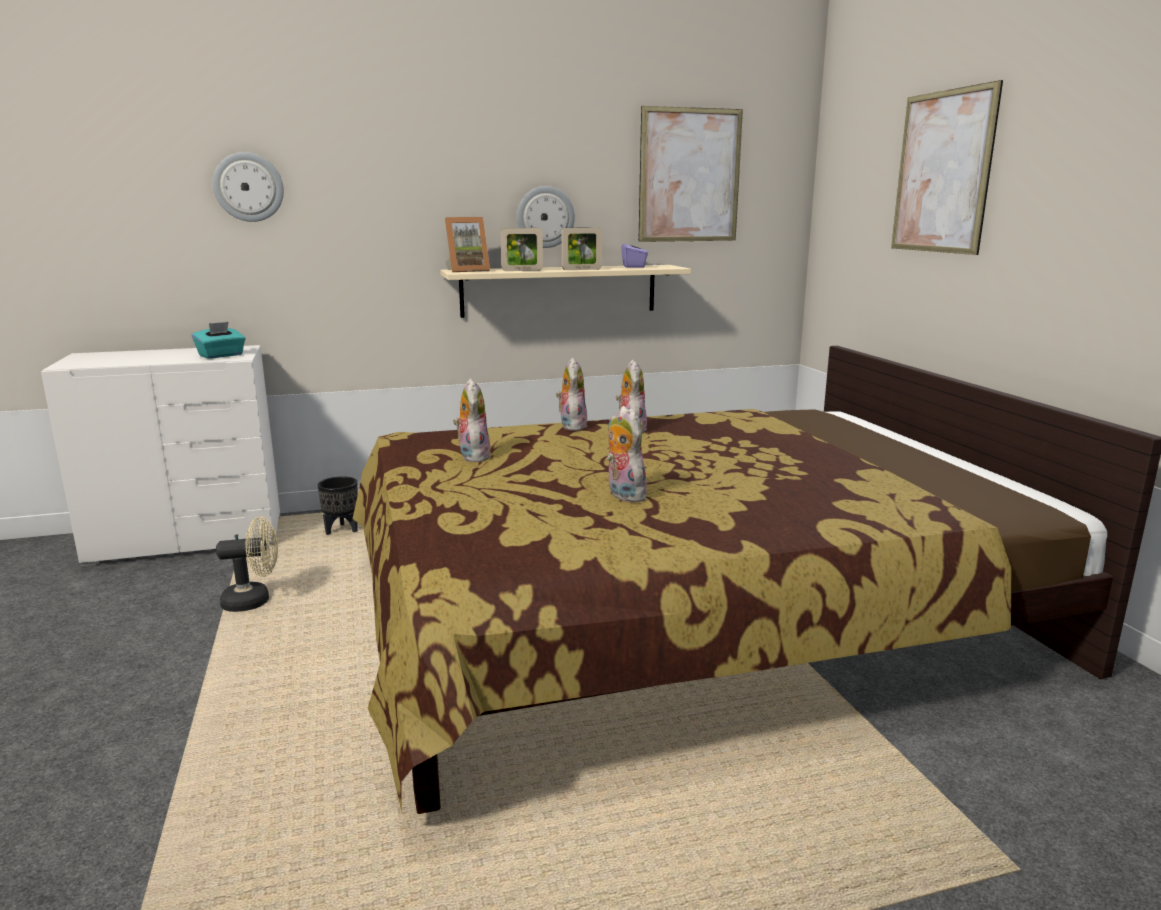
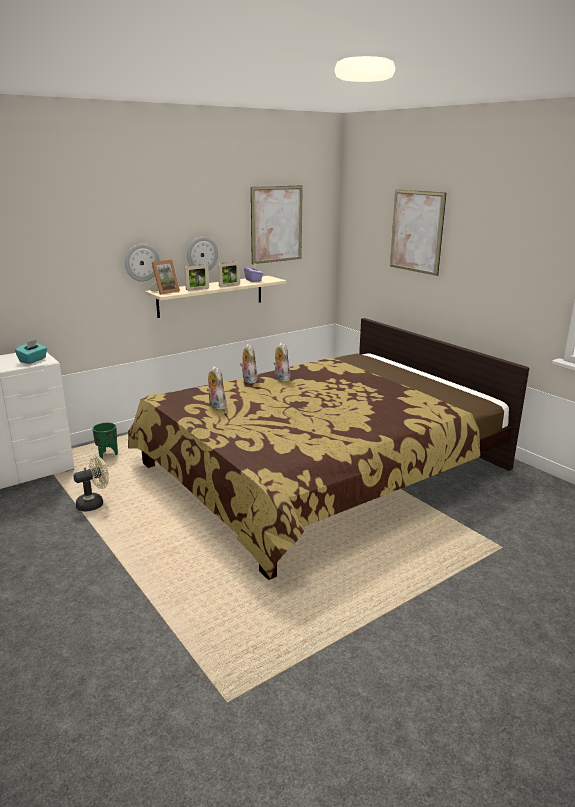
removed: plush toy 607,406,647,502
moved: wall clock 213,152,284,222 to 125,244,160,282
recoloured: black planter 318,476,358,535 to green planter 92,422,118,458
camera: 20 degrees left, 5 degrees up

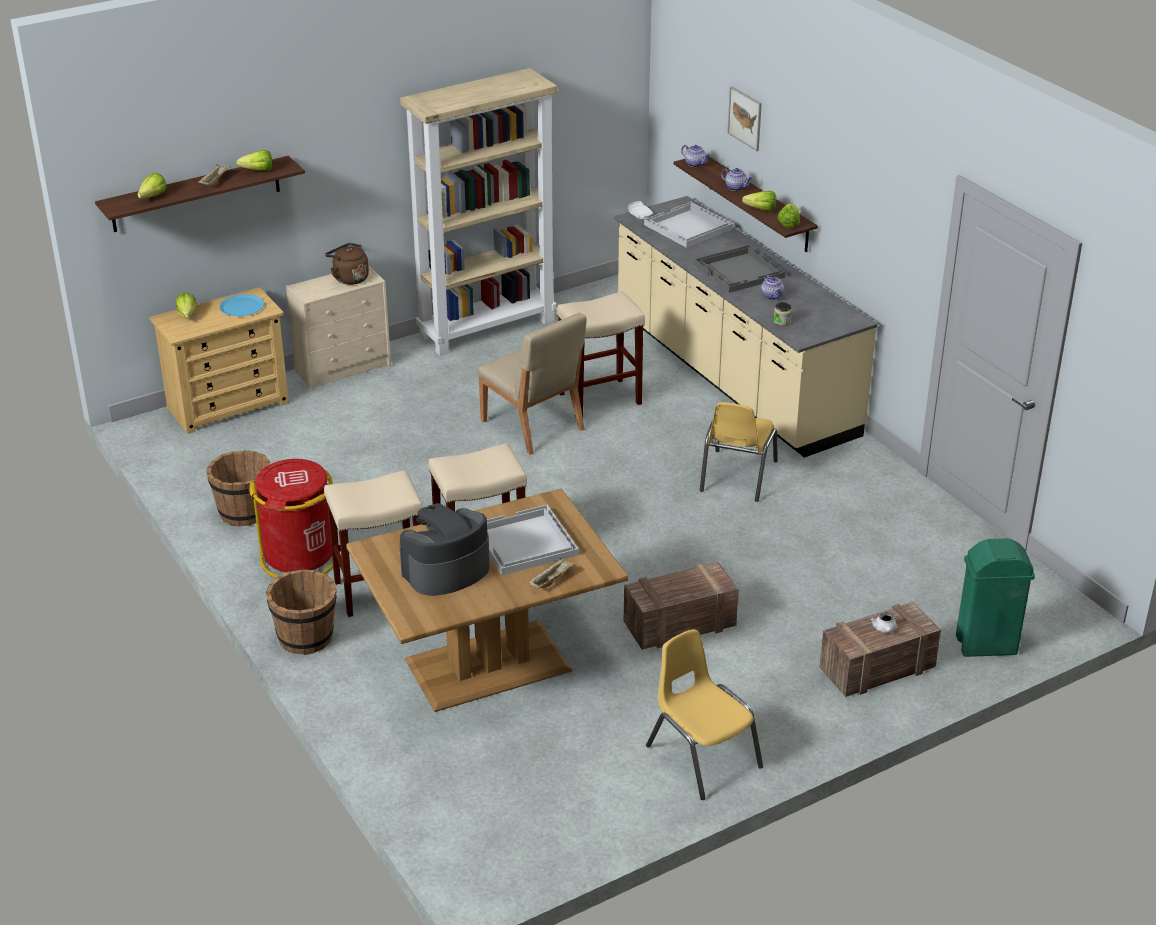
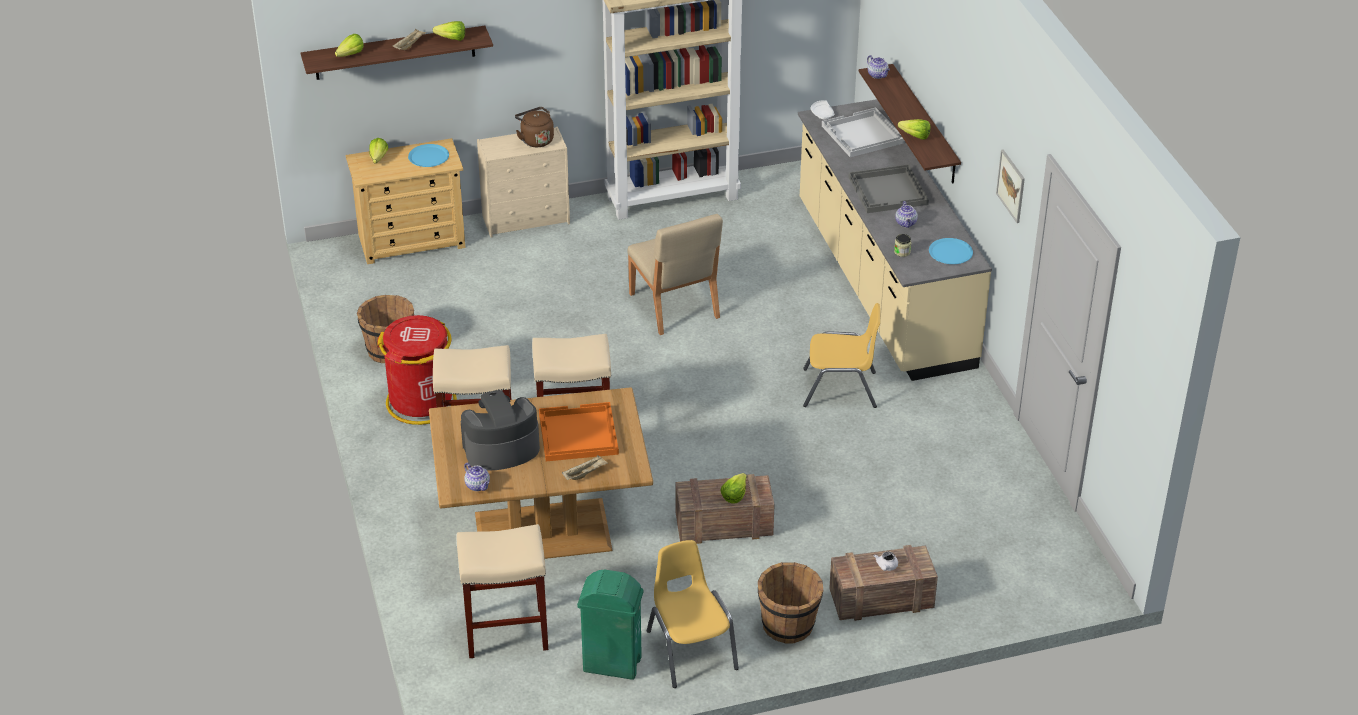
added: blue plate 929,238,973,264
moved: brown bucket 266,569,337,655 to 758,562,824,644; beige stool 557,291,645,417 to 457,524,548,658; teapot 721,168,752,191 to 464,462,490,491; picture 727,86,762,151 to 996,149,1025,223; lettuce 777,204,800,228 to 720,473,747,504; green trash can 956,538,1035,657 to 577,570,643,680
recoloured: white tray 487,505,579,575 to orange tray 539,402,619,461
turned: yellow chair 700,402,778,502 = 803,303,880,408 120 degrees counterclockwise
camera: 15 degrees right, 5 degrees up

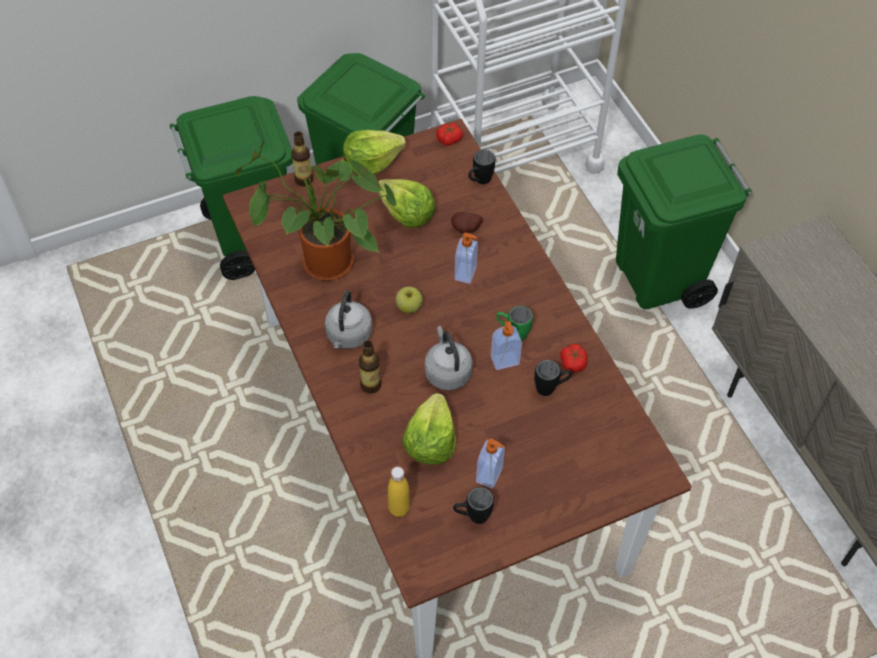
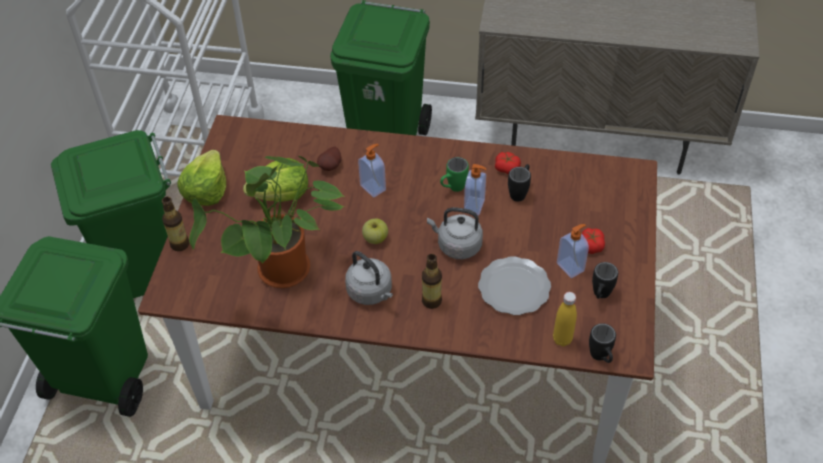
moved: tomato 436,123,463,146 to 581,228,605,254; black mug 468,149,495,184 to 589,323,616,363
replaced: lettuce 402,393,456,465 to plate 478,256,551,315
camera: 55 degrees left, 5 degrees down

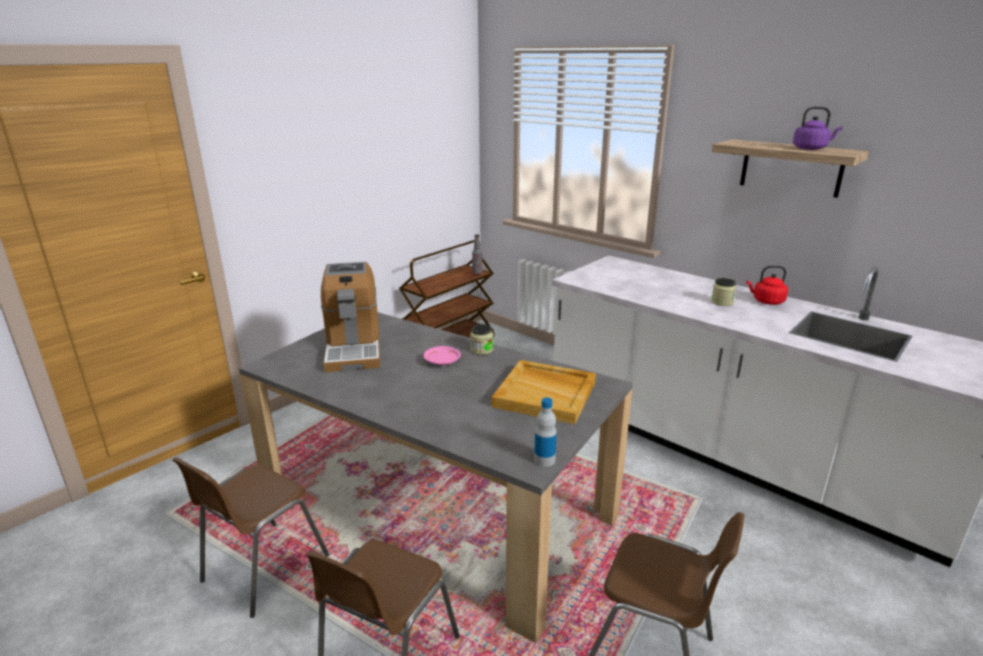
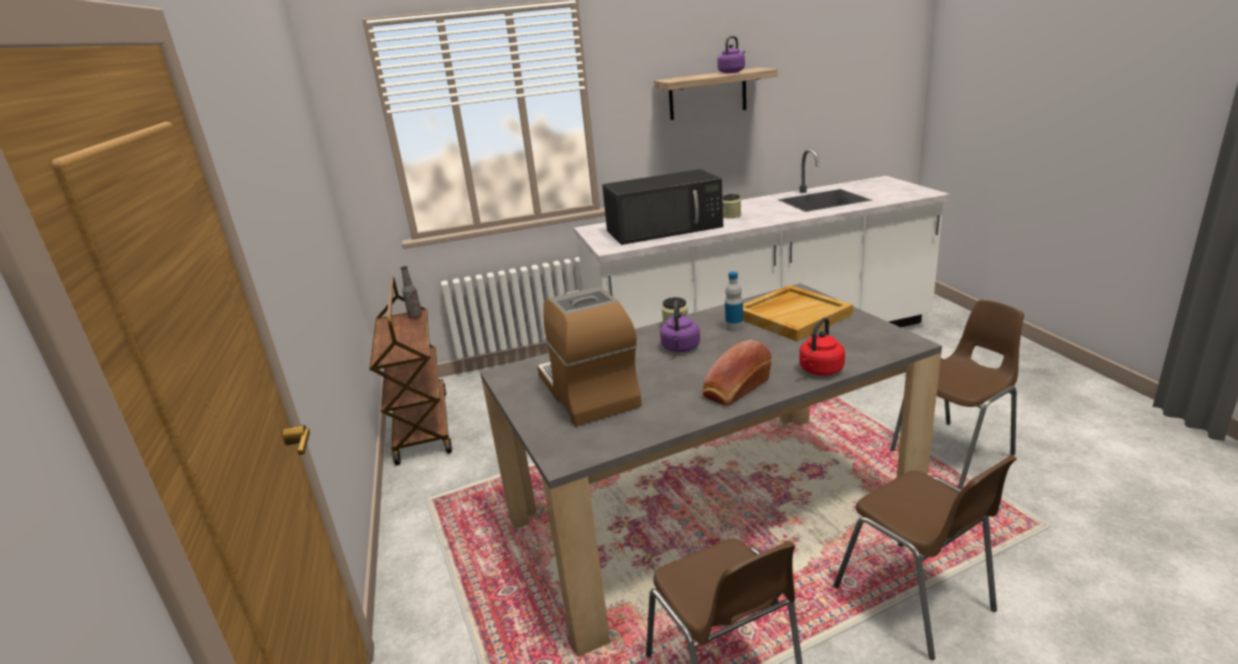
added: black microwave 602,169,723,245; bread 702,339,772,406
moved: bottle 534,397,557,467 to 725,272,743,332; red kettle 746,265,788,305 to 799,317,845,376
replaced: pink plate 424,346,461,365 to purple kettle 660,300,700,352
turned: coffee machine 321,262,380,372 = 537,286,642,426 135 degrees counterclockwise
camera: 55 degrees left, 0 degrees up

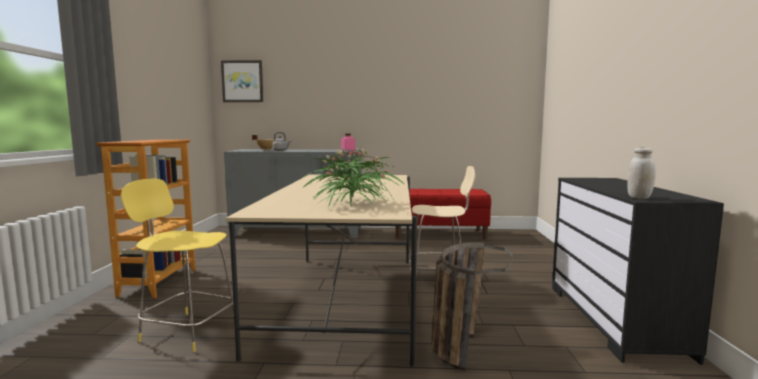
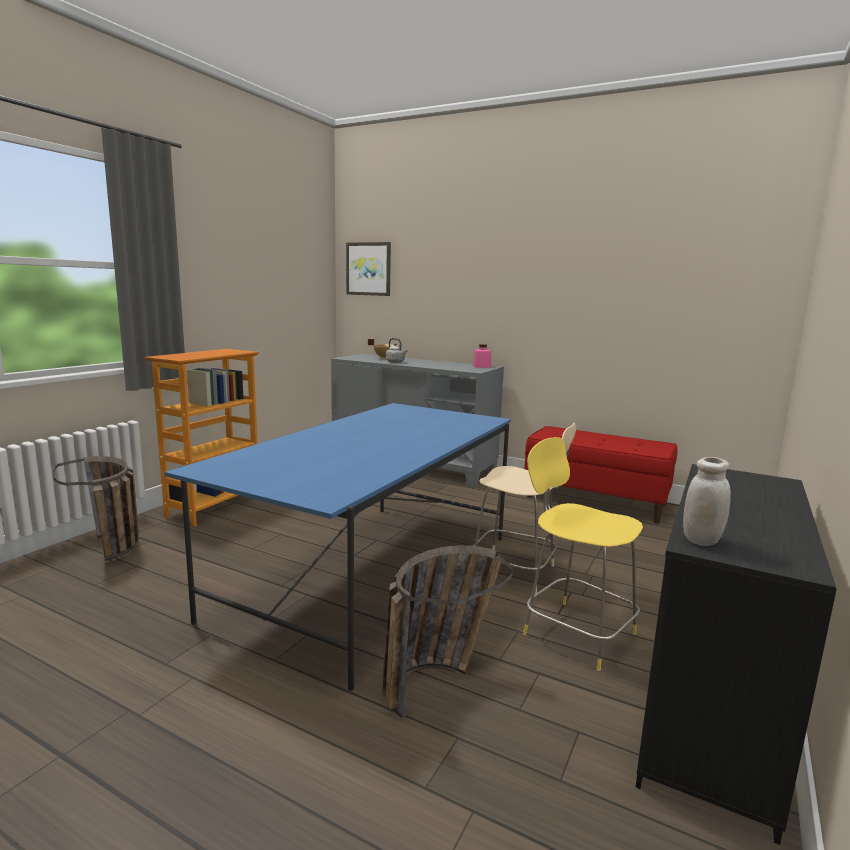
removed: potted plant 304,148,405,208
added: basket 54,456,139,561
moved: yellow stool 121,178,234,352 to 523,437,643,671
recoloured: beige dining table 225,174,417,366 to blue dining table 165,403,511,691
camera: 25 degrees right, 5 degrees up

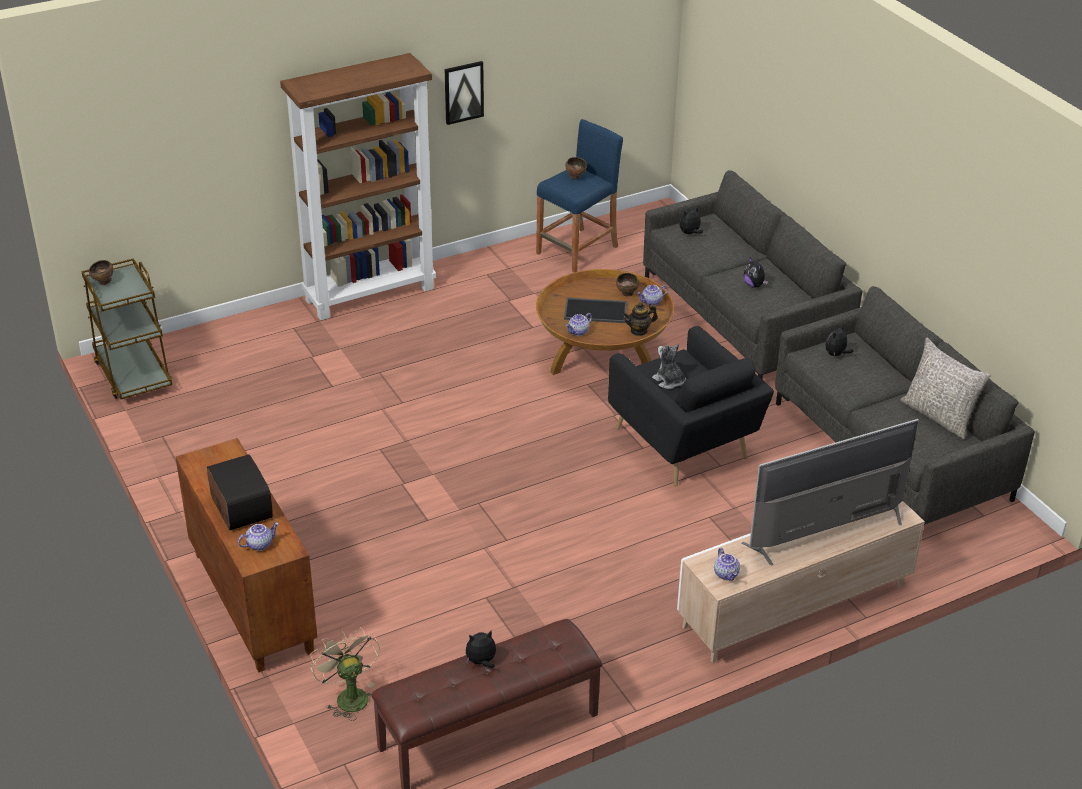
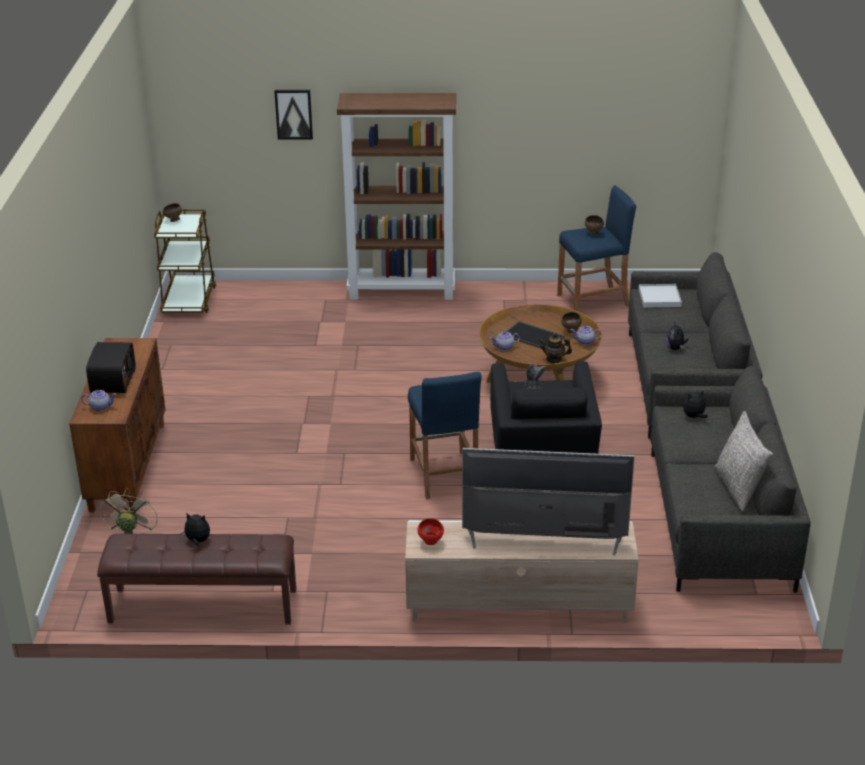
added: blue stool 408,372,482,499
moved: picture 445,61,484,125 to 274,89,313,139
replaced: plush toy 680,206,703,234 to white tray 638,284,682,308; teapot 714,548,740,581 to red bowl 417,518,444,545
camera: 30 degrees right, 5 degrees down

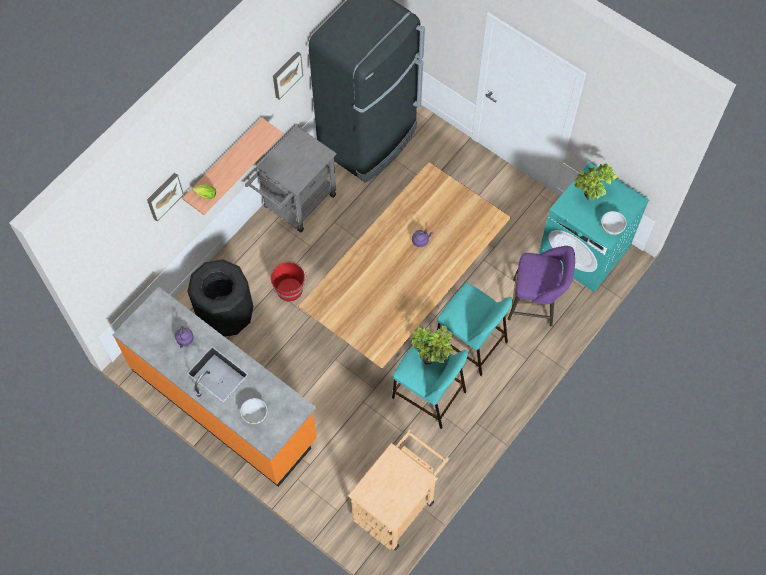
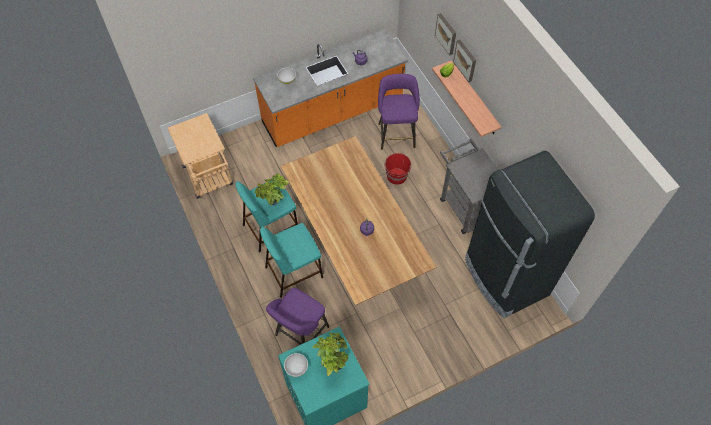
moved: picture 273,51,303,100 to 453,40,476,82
replaced: black trash can 187,259,253,337 to purple stool 378,74,420,150
camera: 115 degrees right, 5 degrees down

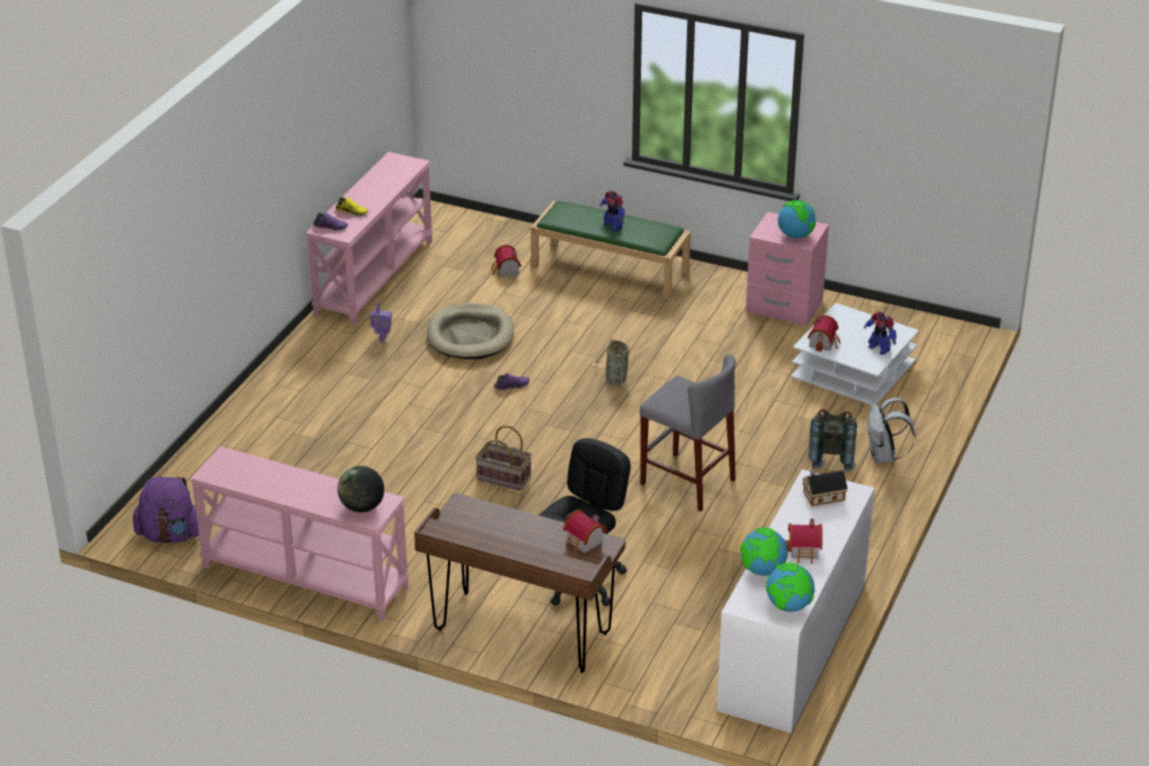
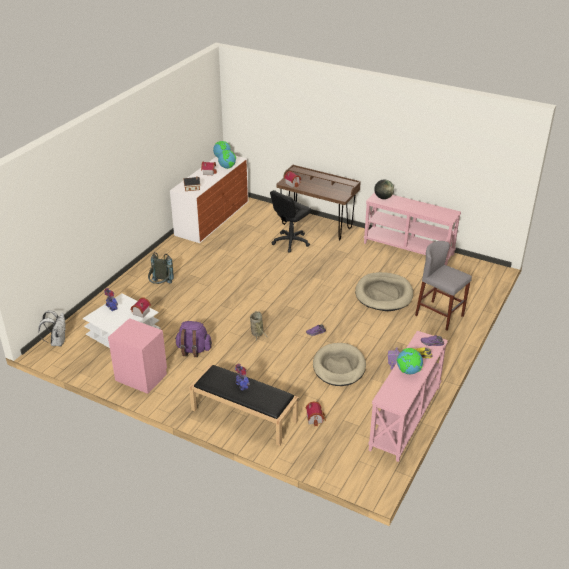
removed: basket 475,425,532,491
added: beige dog bed 355,272,413,311
moved: purple backpack 133,477,199,543 to 175,321,212,357; grey stool 640,354,736,511 to 415,241,472,330; globe 777,200,816,238 to 397,348,423,374; white backpack 867,398,916,463 to 38,310,66,346
recoloured: green bench 530,201,691,299 to black bench 189,364,299,446
camera: 175 degrees left, 0 degrees up

